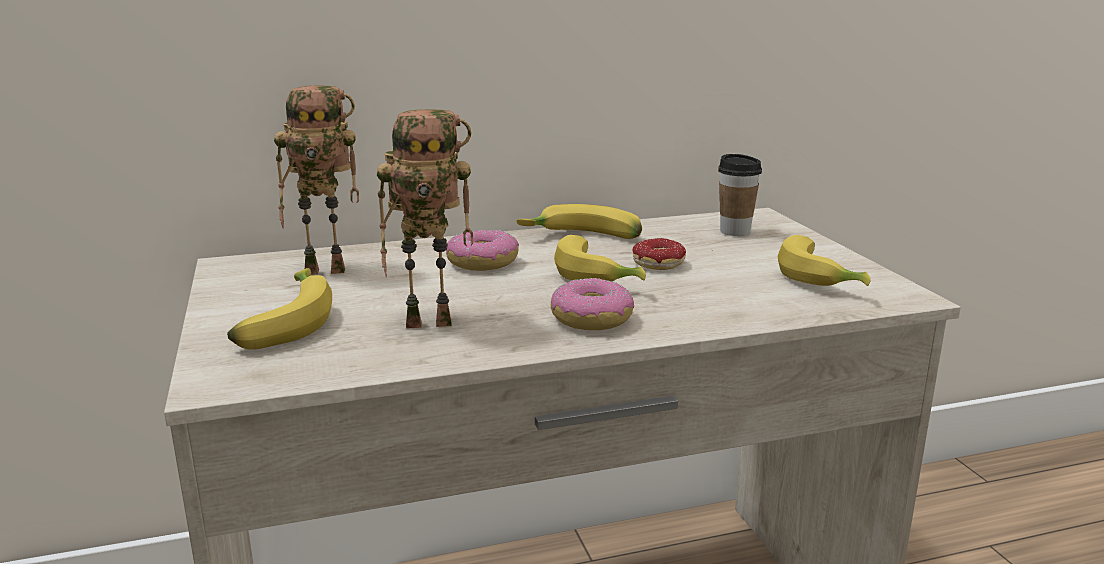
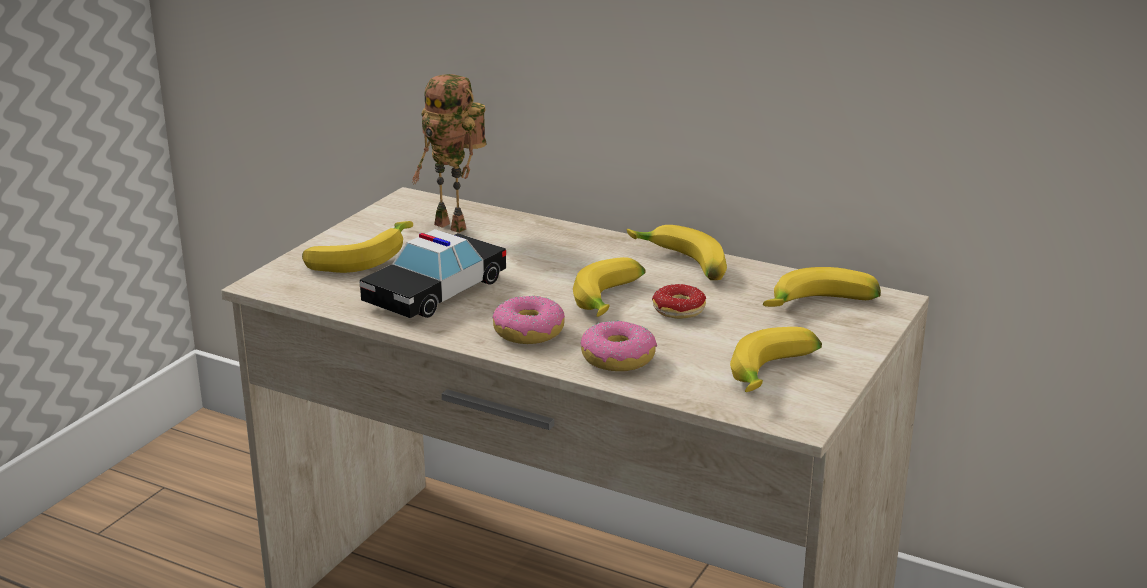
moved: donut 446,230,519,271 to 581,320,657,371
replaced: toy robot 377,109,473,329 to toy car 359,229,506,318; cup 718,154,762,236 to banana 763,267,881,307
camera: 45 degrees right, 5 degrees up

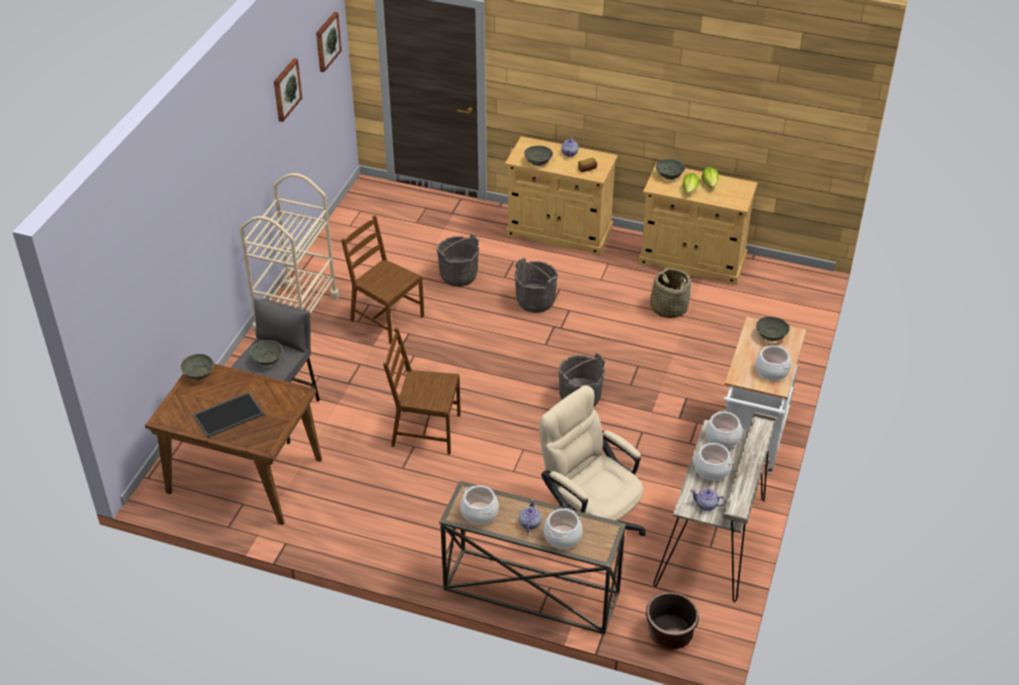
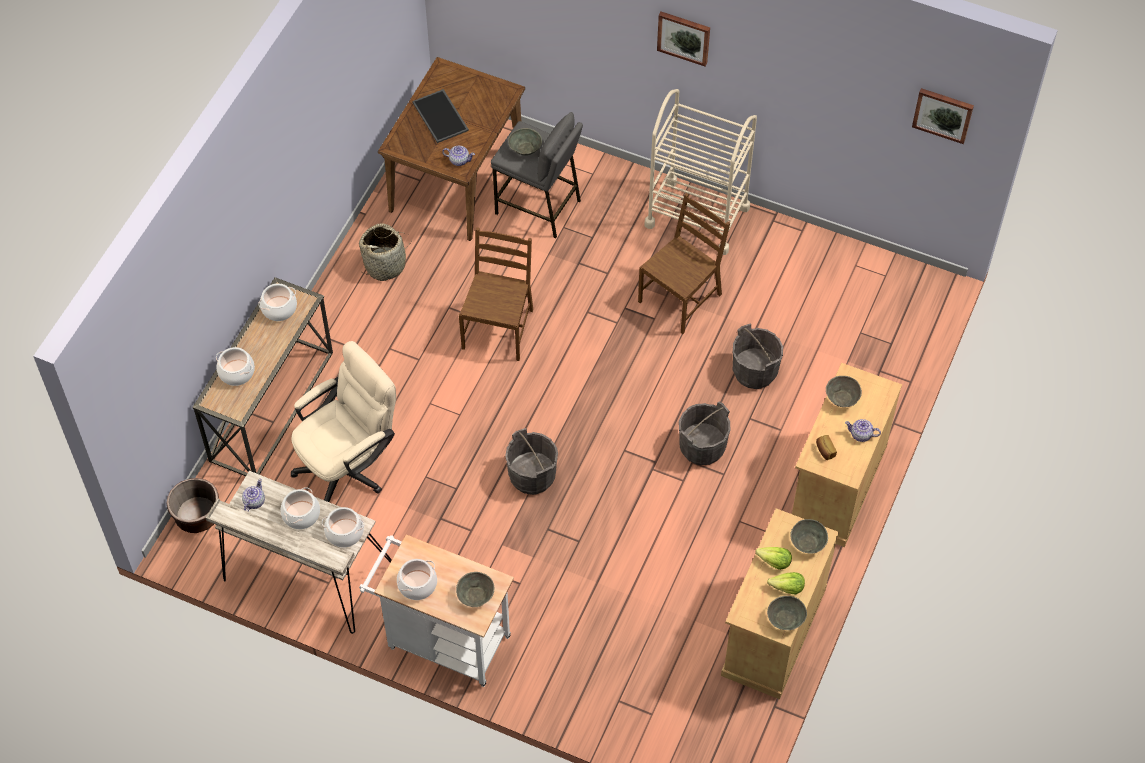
moved: grey bowl 181,354,214,380 to 767,596,807,630; picture 274,58,302,122 to 657,12,710,67; teapot 519,499,541,533 to 442,146,475,166; basket 650,268,691,318 to 359,223,412,281
camera: 95 degrees right, 15 degrees up

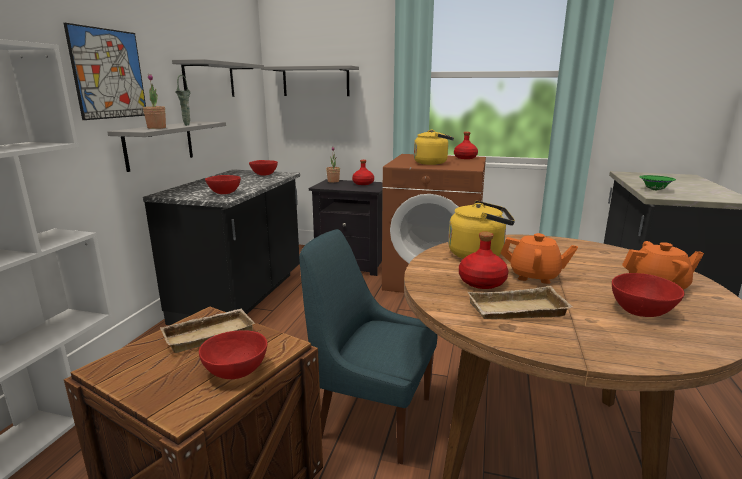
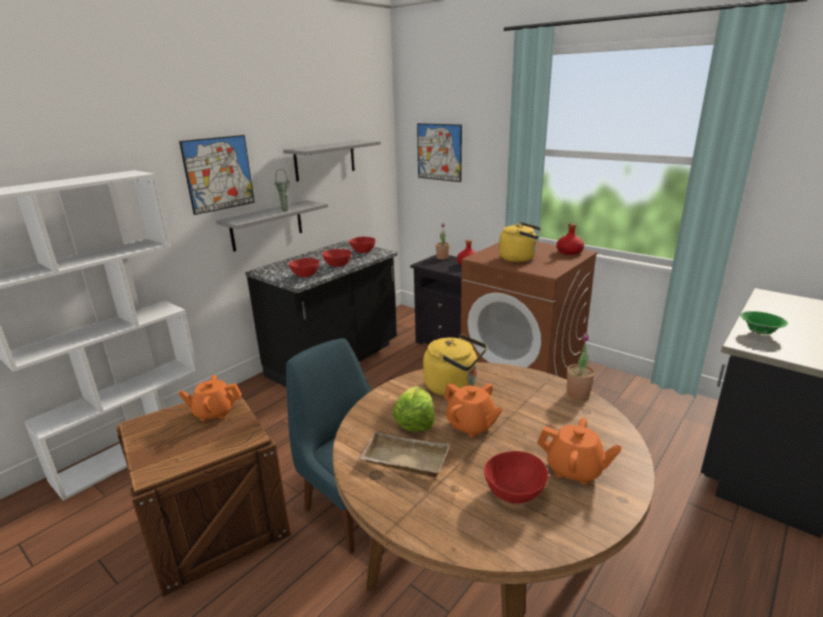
moved: potted plant 143,74,166,129 to 567,333,595,400; red bowl 199,330,267,379 to 322,249,352,267
replaced: beige tray 160,309,255,353 to orange teapot 178,375,241,421; grey shelf 261,65,359,96 to picture 417,123,462,182; red bottle 459,232,508,289 to lettuce 393,386,435,432
camera: 25 degrees right, 5 degrees up

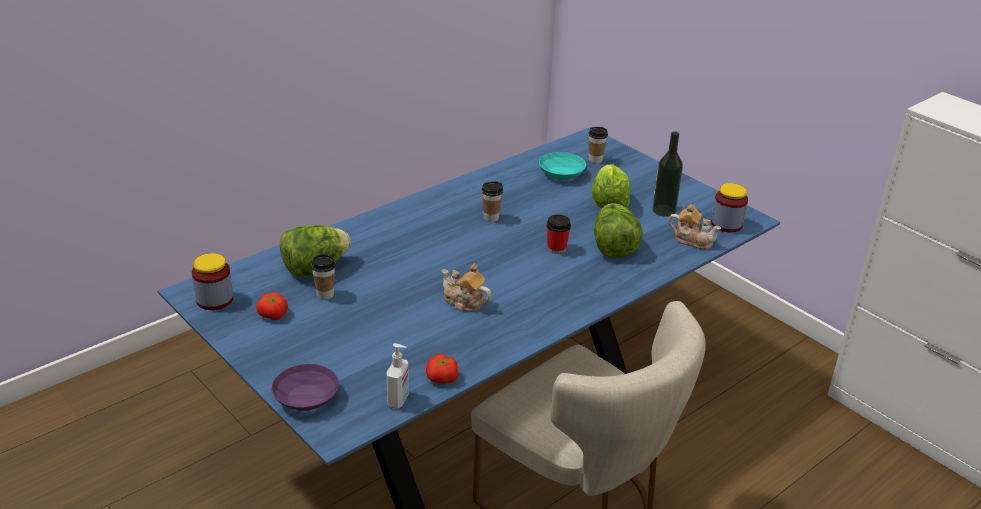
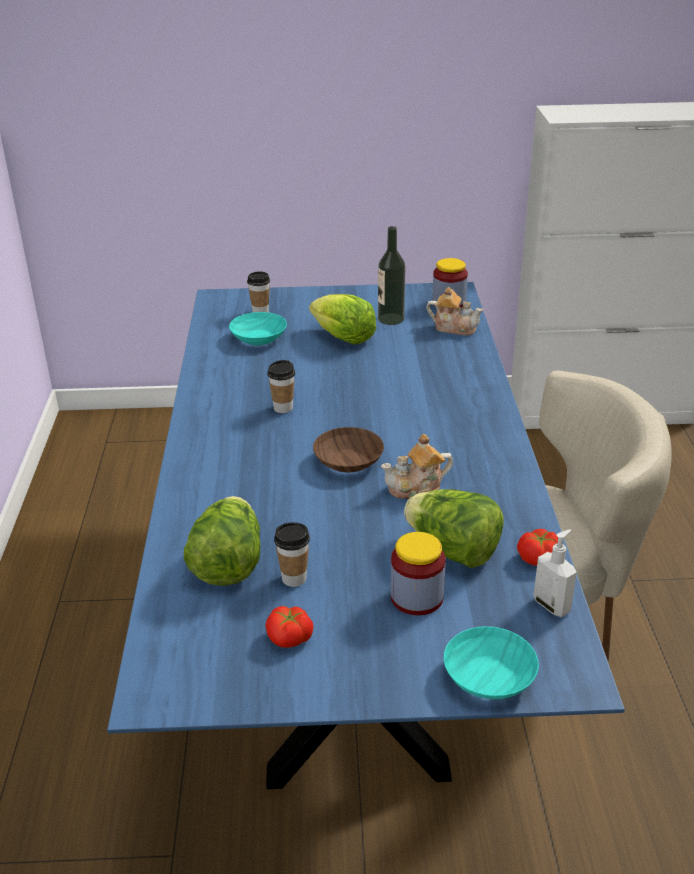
removed: cup 546,214,571,254
added: brown bowl 313,427,384,473
moved: jar 192,253,233,310 to 391,532,446,615; lettuce 594,203,643,258 to 404,489,504,568
recoloured: purple bowl 272,364,339,411 to turquoise bowl 444,626,539,699
turned: teapot 669,204,721,249 = 426,287,483,335 45 degrees clockwise
camera: 50 degrees left, 0 degrees up

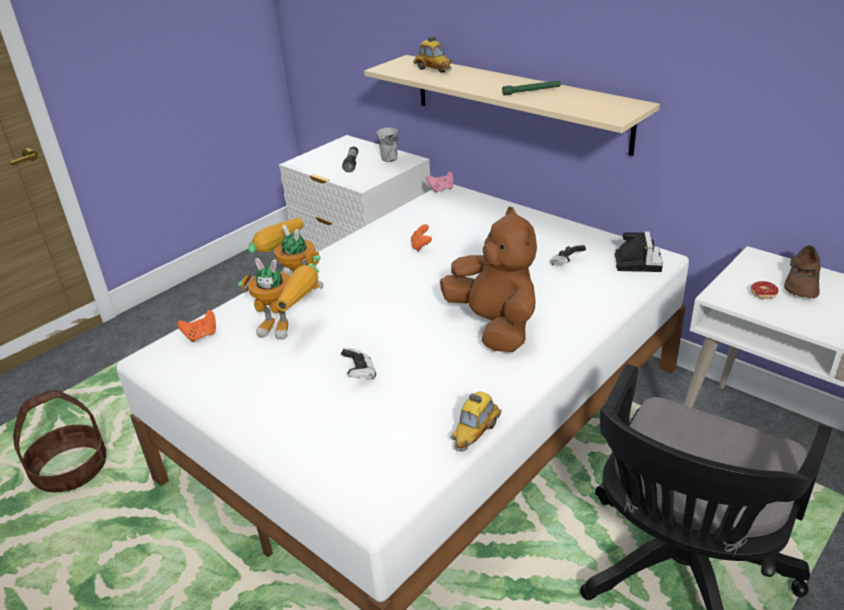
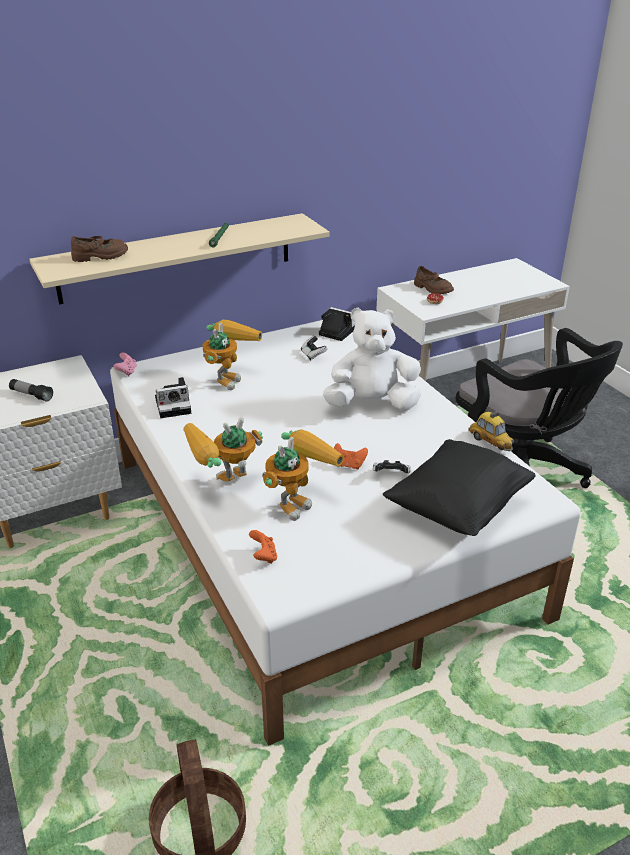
removed: cup 377,128,398,162
added: photo camera 155,377,191,418; toy robot 202,320,262,390; black pillow 383,439,536,536
moved: orange game controller 411,224,432,251 to 334,443,368,469
replaced: toy car 413,36,452,73 to brown shoe 71,236,128,262
recoloured: brown plush toy 440,207,537,352 to white plush toy 323,307,421,410
camera: 70 degrees left, 0 degrees up

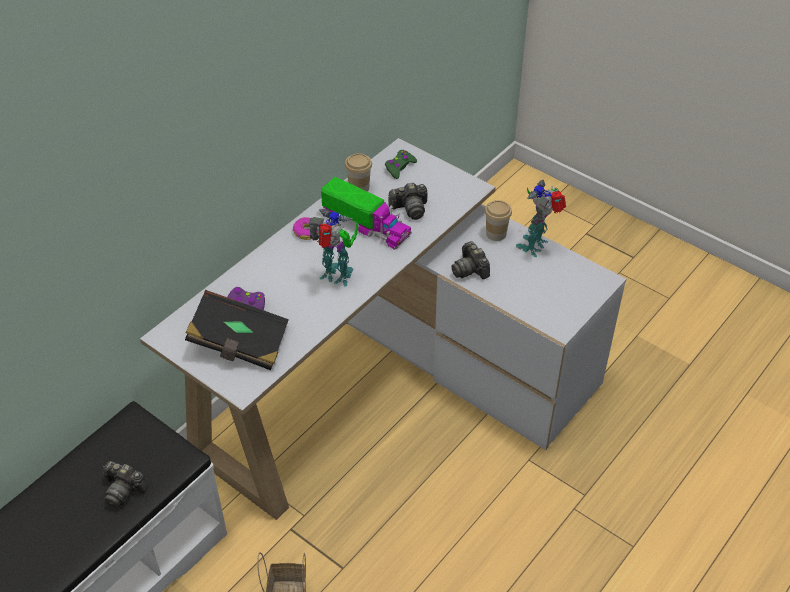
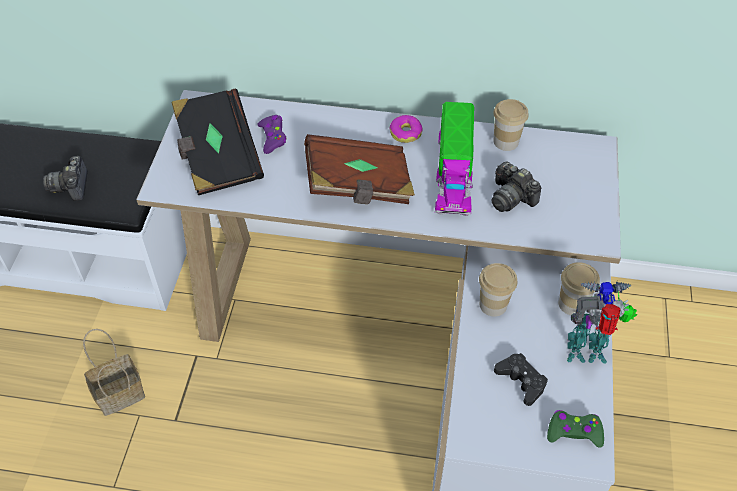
added: black game controller 494,353,548,406
moved: green game controller 385,150,417,179 to 547,410,604,448
replaced: toy robot 308,209,358,287 to brown book 304,134,415,204; photo camera 451,241,490,279 to cup 479,263,517,316
camera: 60 degrees right, 5 degrees up

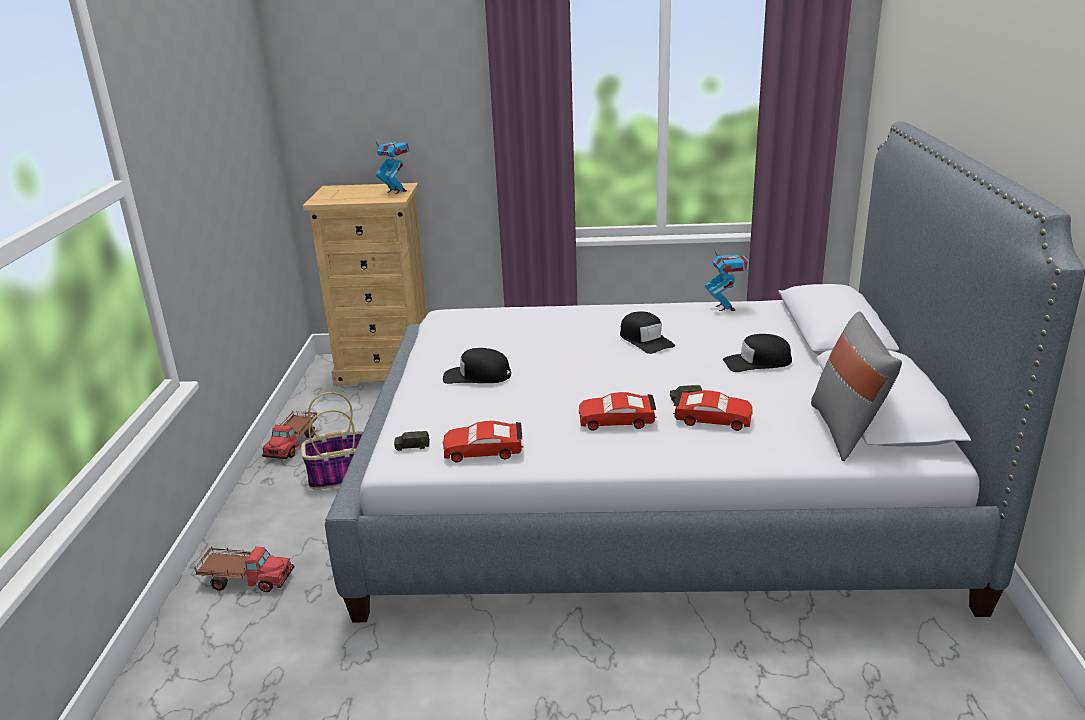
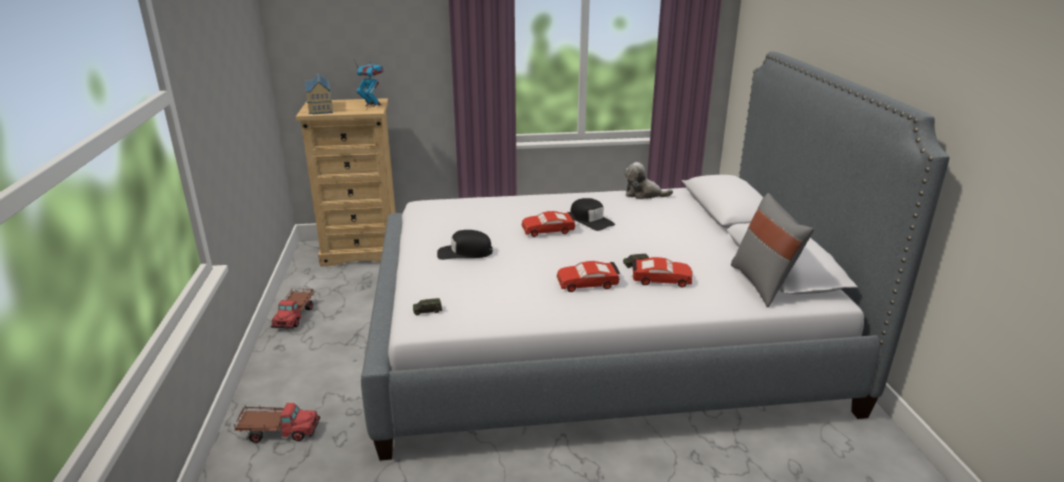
removed: basket 301,392,363,490; black cap 723,334,792,372
added: toy house 305,73,333,114
moved: red toy car 443,421,523,463 to 522,211,576,237
replaced: toy robot 705,245,749,311 to plush toy 624,162,673,199
camera: 10 degrees left, 0 degrees up

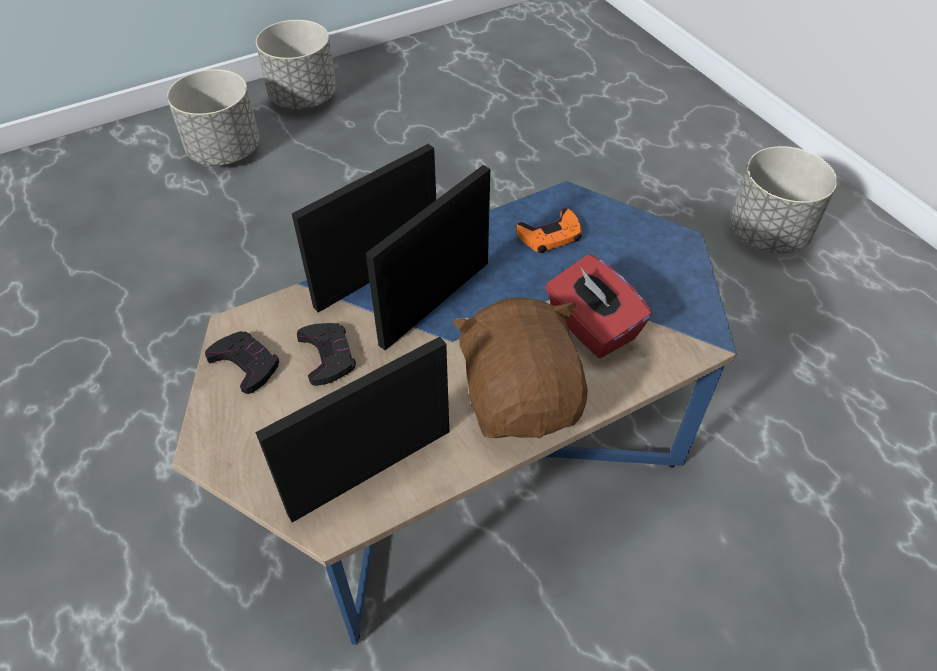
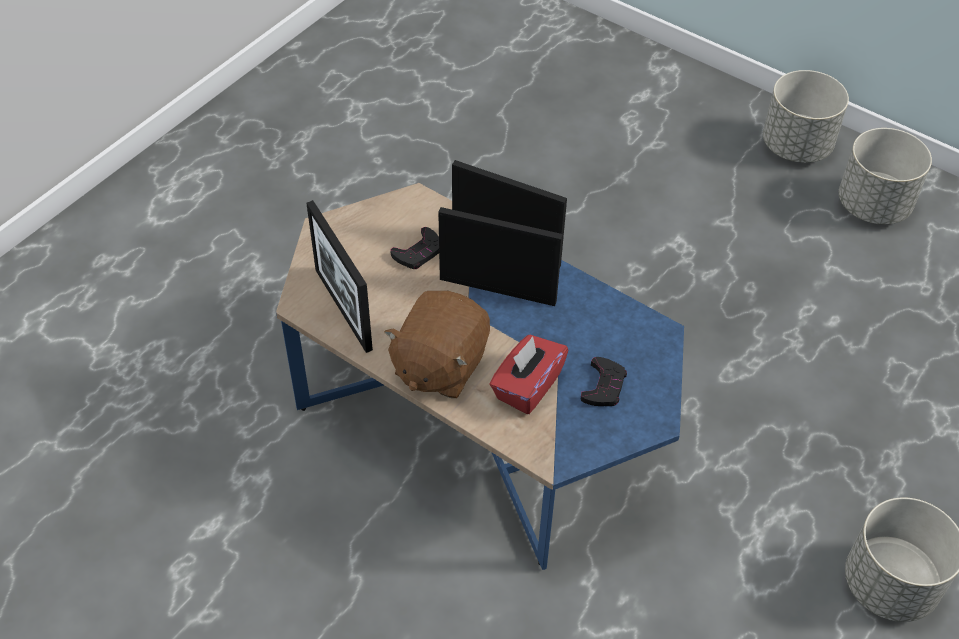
removed: orange game controller 516,208,582,253
moved: grey planter 167,69,259,166 to 839,128,932,225; black game controller 205,331,279,394 to 581,357,627,406
turned: picture frame 255,337,449,523 = 306,200,373,353 150 degrees counterclockwise; brown plush toy 452,298,588,438 = 384,291,490,398 150 degrees clockwise
camera: 65 degrees right, 0 degrees up

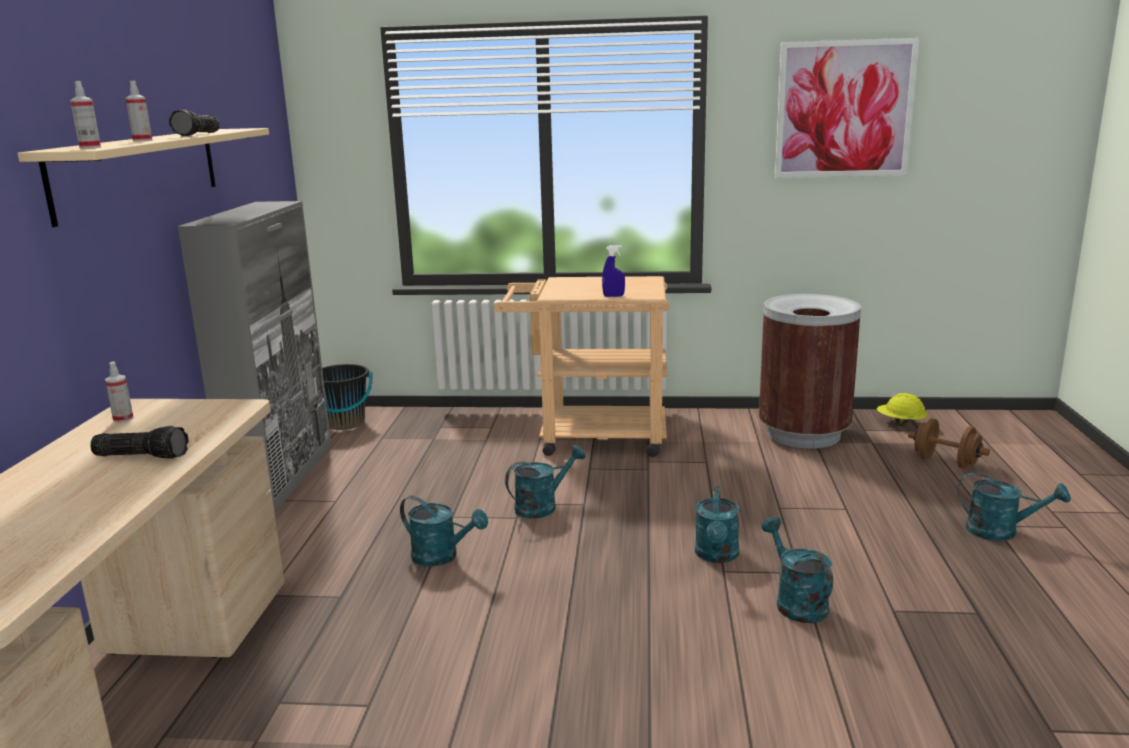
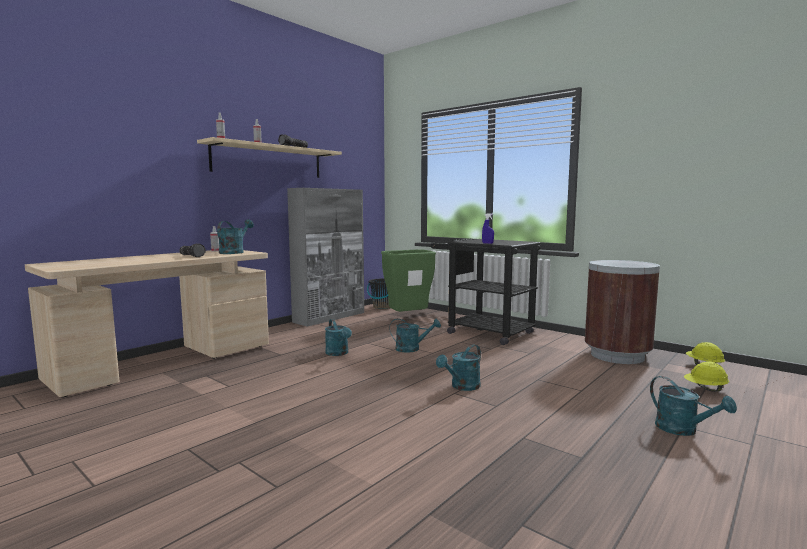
removed: picture 775,38,920,178
added: green trash can 381,249,436,312
moved: turquoise watering can 761,517,833,623 to 217,219,254,254
replaced: brown dumbbell 908,418,990,469 to yellow hard hat 684,361,729,392
recoloured: beige cart 494,276,669,457 to black cart 431,238,541,345
camera: 35 degrees right, 10 degrees down

